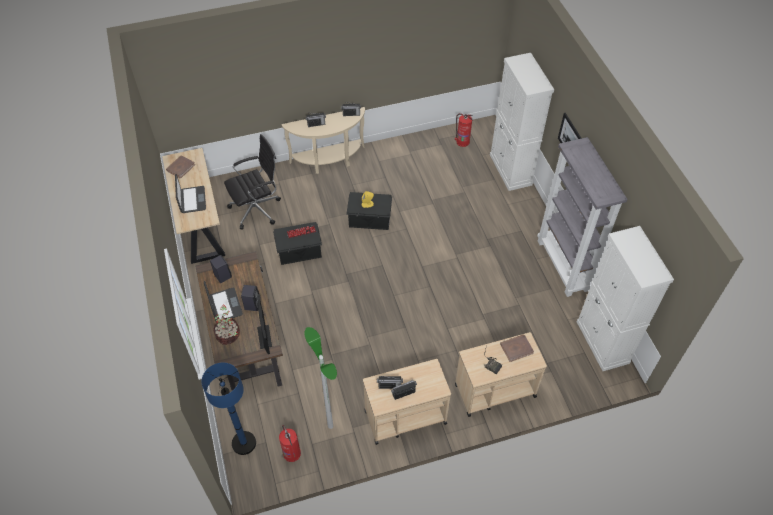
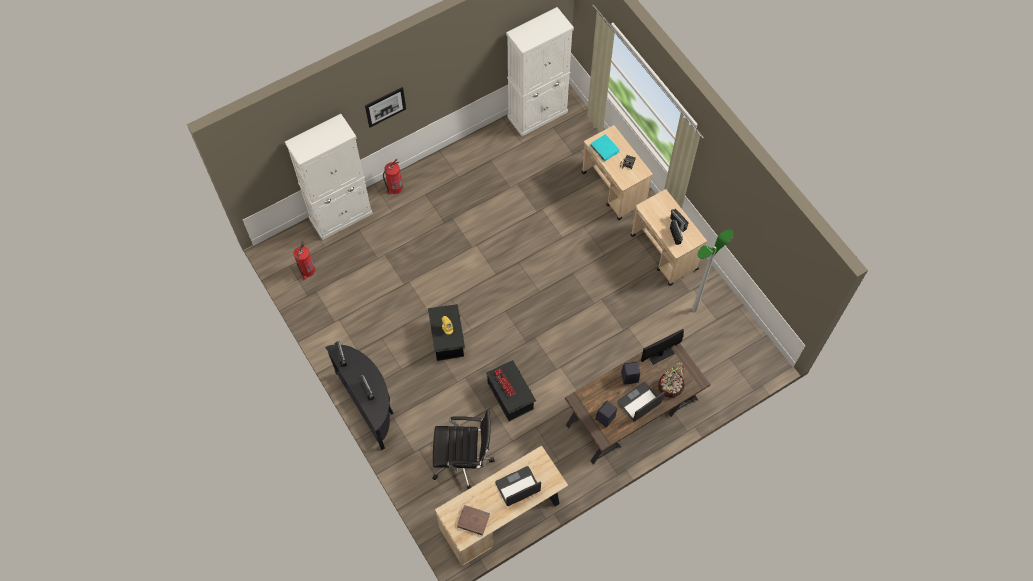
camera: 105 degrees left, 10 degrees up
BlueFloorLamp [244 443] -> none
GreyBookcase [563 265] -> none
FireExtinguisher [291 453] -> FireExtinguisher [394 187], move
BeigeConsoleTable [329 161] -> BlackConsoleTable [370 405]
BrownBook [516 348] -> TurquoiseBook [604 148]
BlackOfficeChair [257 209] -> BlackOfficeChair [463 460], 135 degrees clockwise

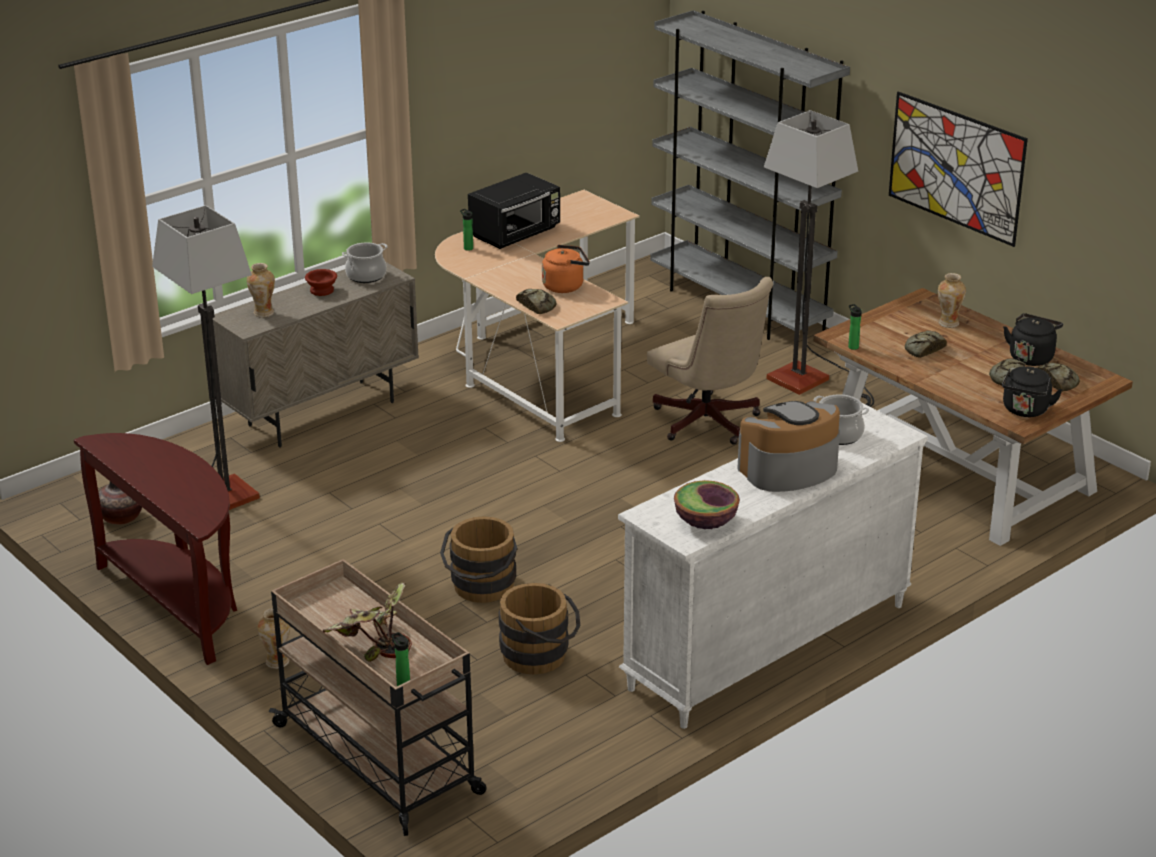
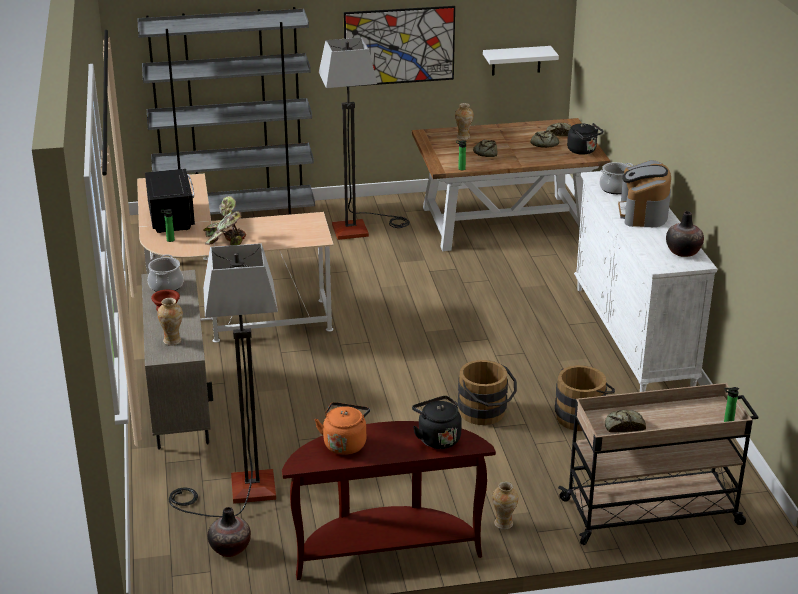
camera: 60 degrees left, 0 degrees up
BeigeOfficeChair [709 424] -> none
none -> WhiteShelf [516 60]
PottedPlant [371 645] -> PottedPlant [224 242], move
Bread [536 305] -> Bread [623 425], move
OrangeKettle [565 286] -> OrangeKettle [345 443], move
BlackKettle [1031 357] -> BlackKettle [437 438], move
Bowl [706 522] -> Vase [683 252]

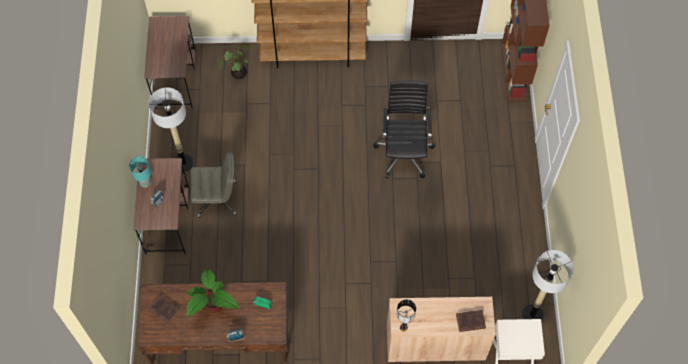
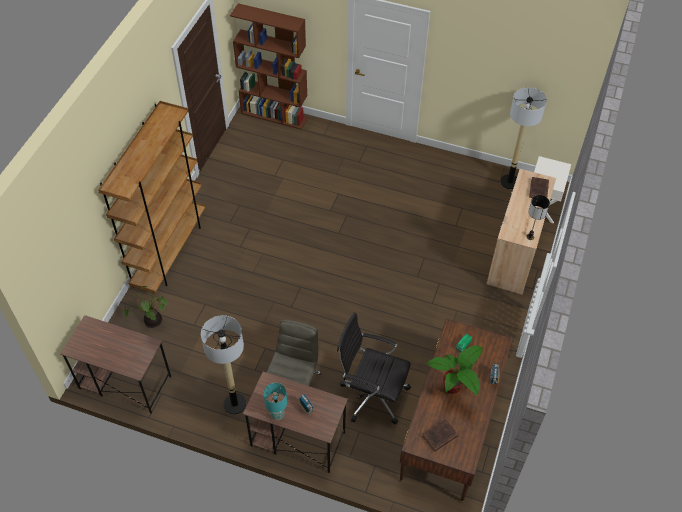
camera: 70 degrees left, 10 degrees down
BlackOfficeChair [404 153] -> BlackOfficeChair [372 394], move

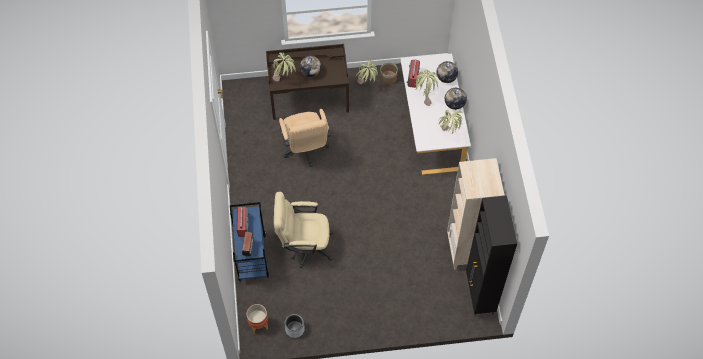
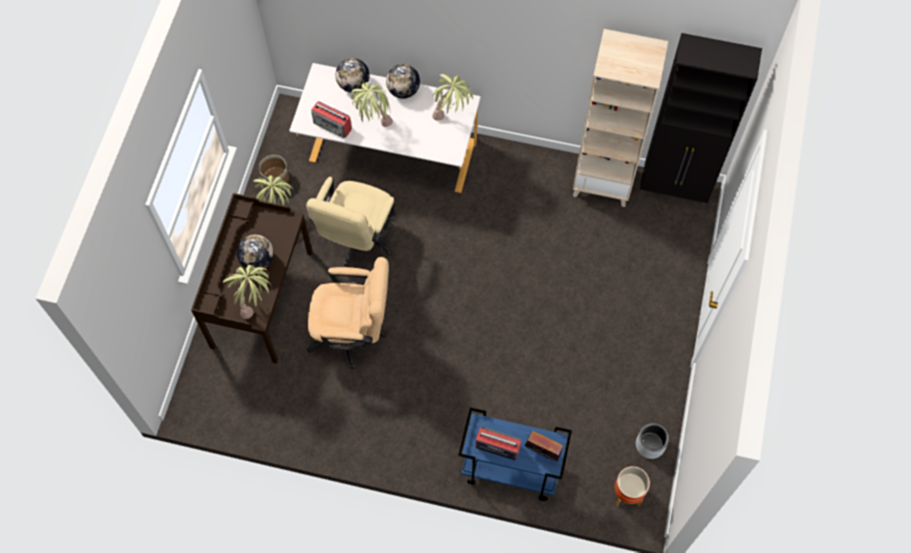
camera: 70 degrees left, 5 degrees up
BeigeOfficeChair [304 246] -> BeigeOfficeChair [358 240], move

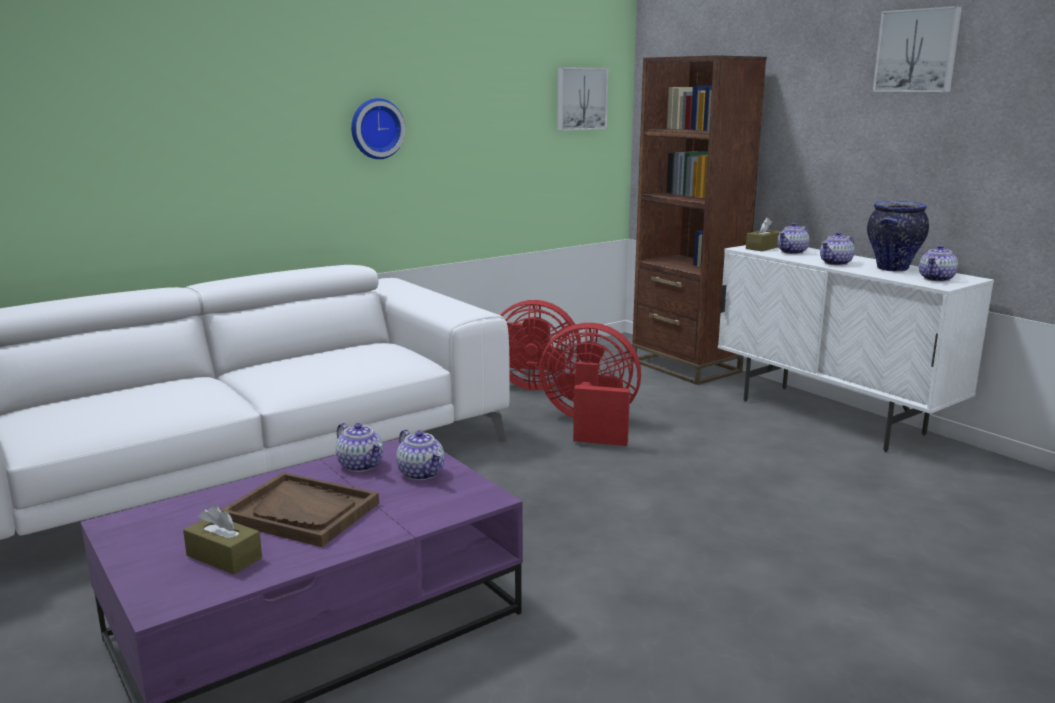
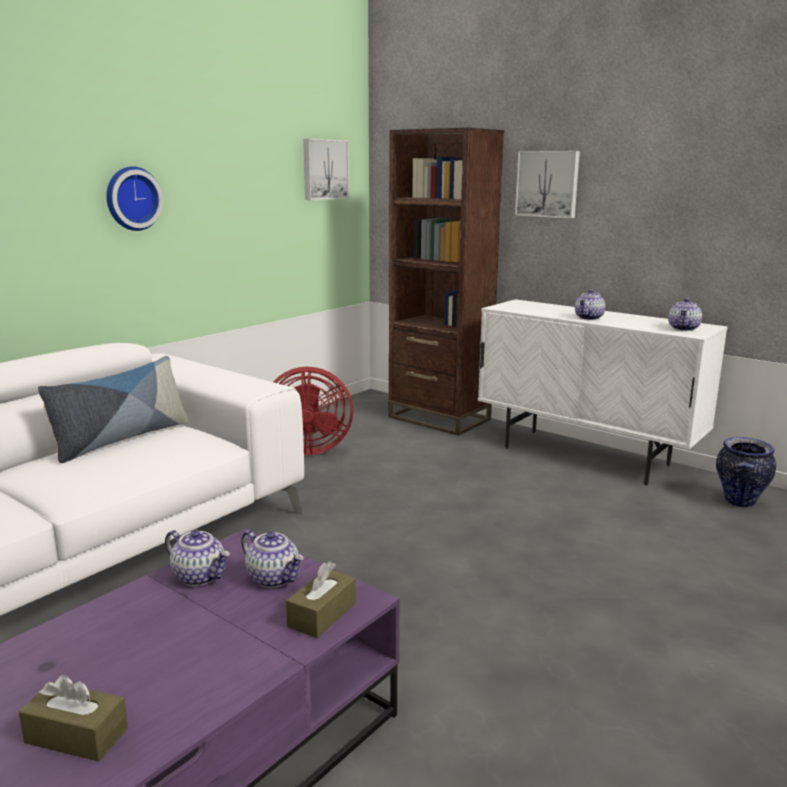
camera: 15 degrees left, 0 degrees up
BrownTray [302 512] -> none
RedFan [590 425] -> none
Teapot [792 252] -> none
none -> Pillow [121 439]
BrownTissueBox [763 247] -> BrownTissueBox [322 615], move
Vase [892 269] -> Vase [739 502], move
Picture [917 51] -> Picture [548 184], move

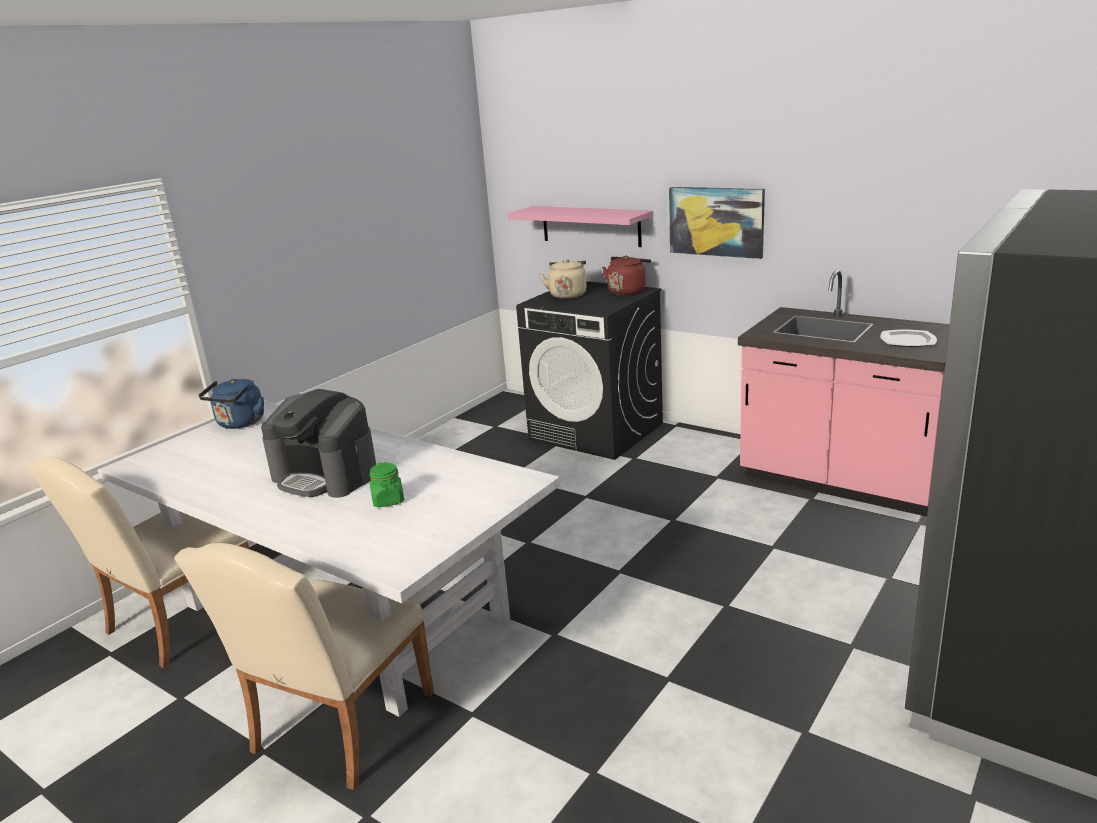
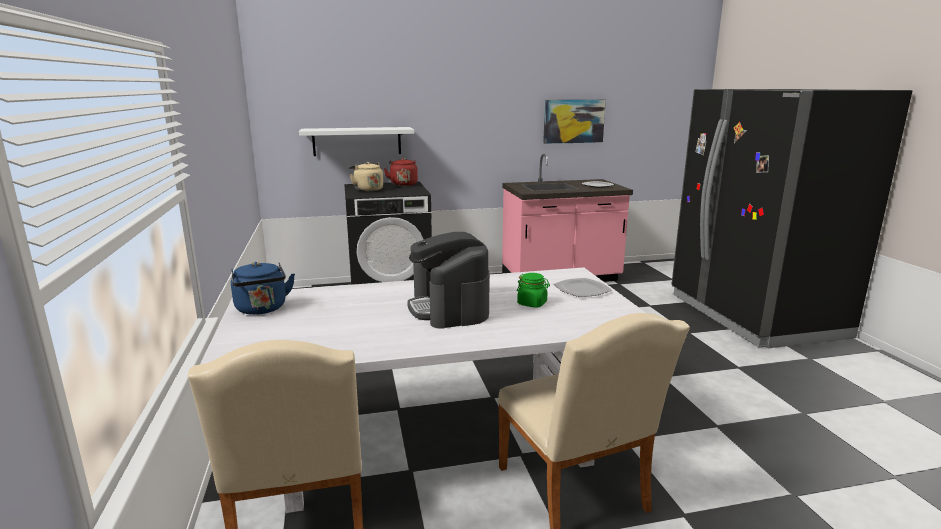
camera: 50 degrees left, 5 degrees down
none -> Plate [582 290]
Picture [716 221] -> Picture [573 121], move
PinkShelf [590 226] -> WhiteShelf [357 141]
CoffeeMachine [326 476] -> CoffeeMachine [449 308], 90 degrees clockwise

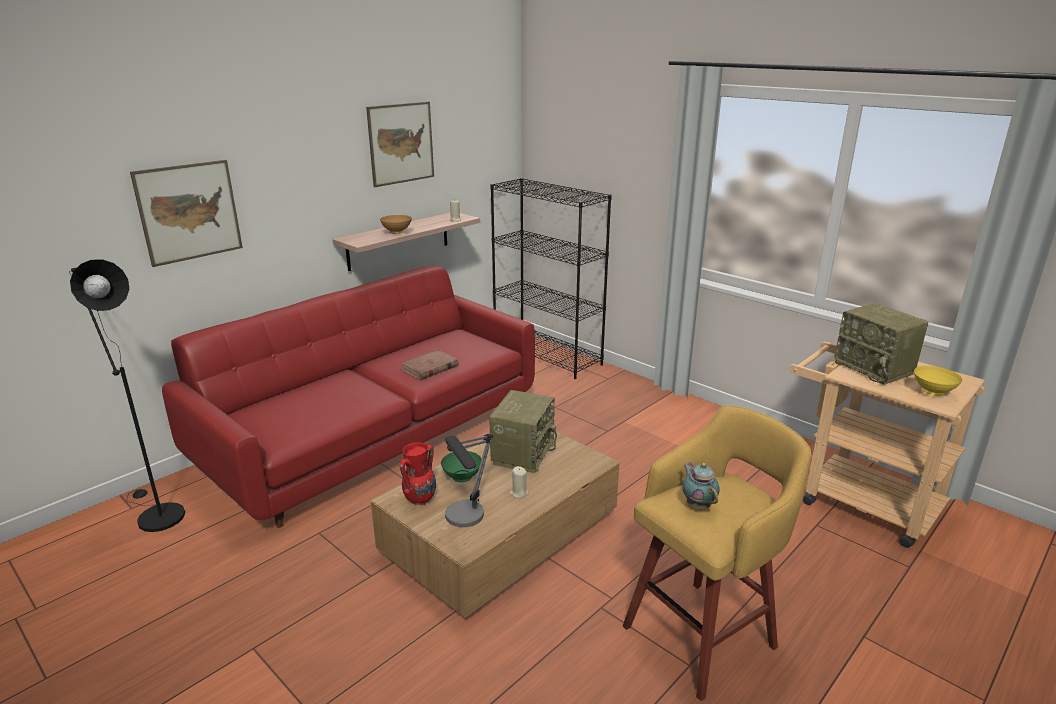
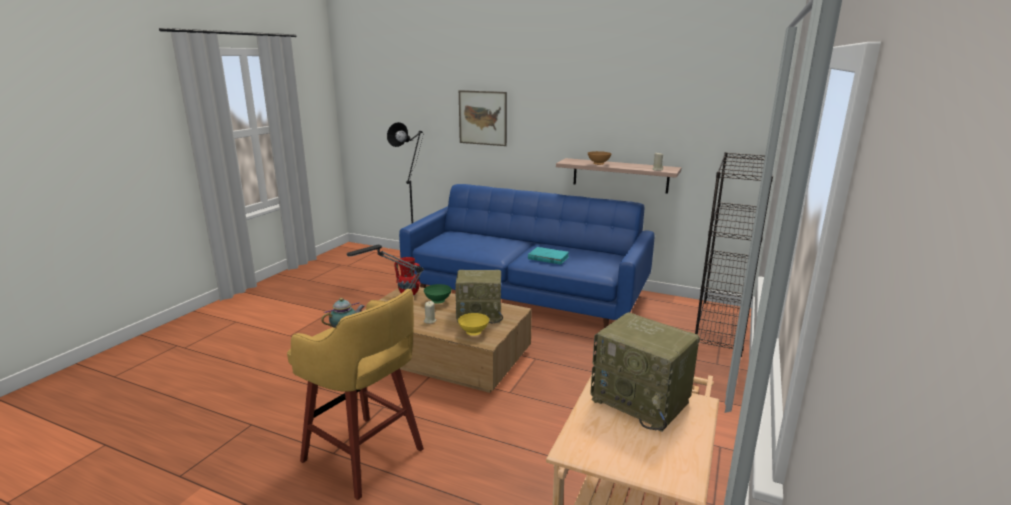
camera: 70 degrees right, 5 degrees down
Picture [401 143] -> none
YellowBowl [932 392] -> YellowBowl [474 333], move
RedSofa [372 435] -> BlueSofa [526 292]
BrownBook [430 368] -> TurquoiseBook [548 258]
Radio [875 368] -> Radio [642 401], 90 degrees counterclockwise

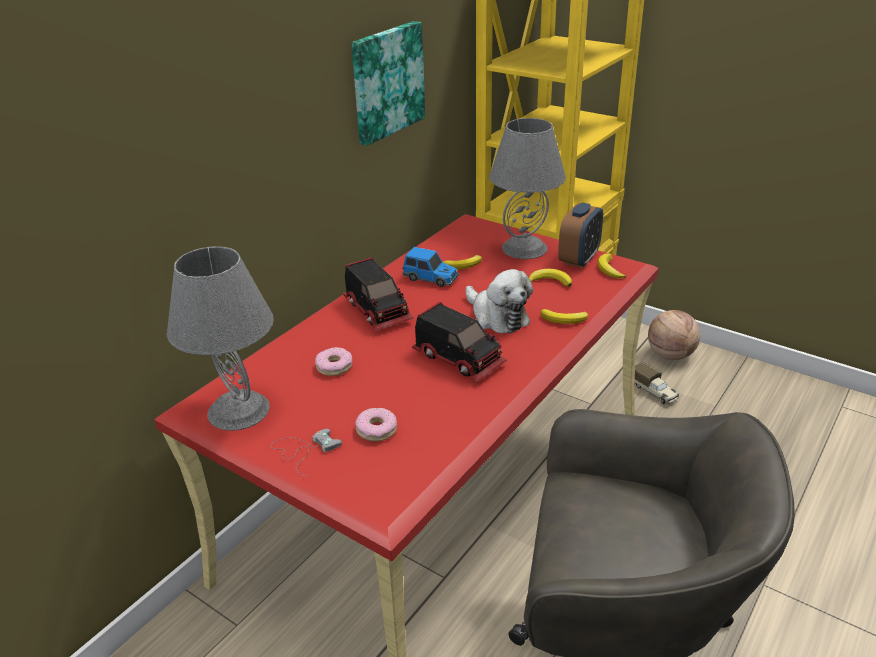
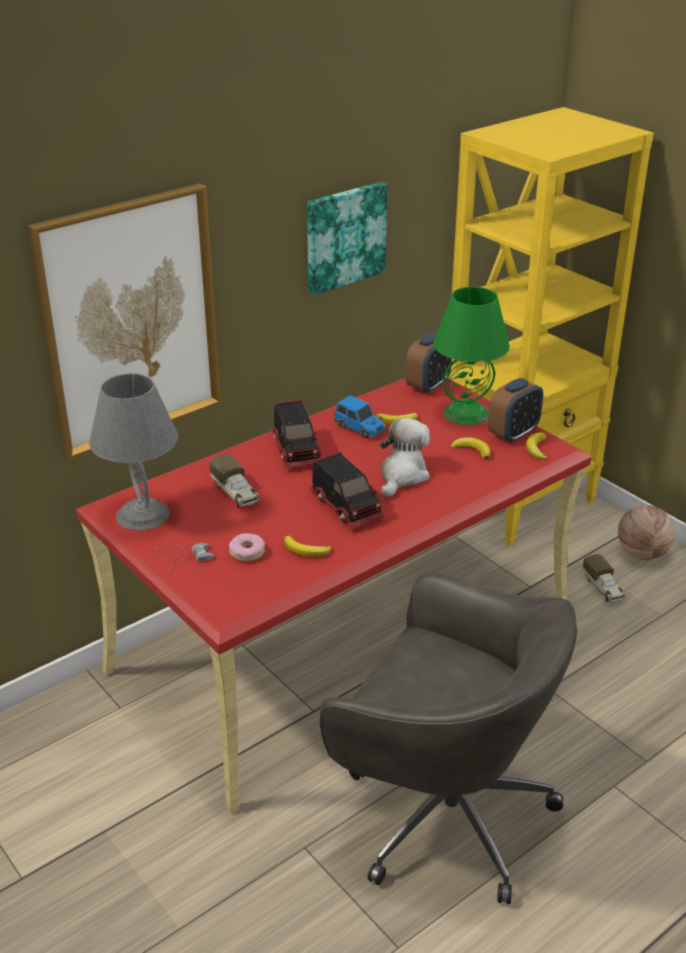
camera: 15 degrees right, 0 degrees up
none -> Picture [130 321]
none -> AlarmClock [428 385]
Banana [565 319] -> Banana [306 550], move
Donut [334 366] -> ToyTruck [236 493]
GreyTableLamp [524 248] -> GreenTableLamp [466 413]
PlushToy [497 316] -> PlushToy [402 475], 135 degrees counterclockwise

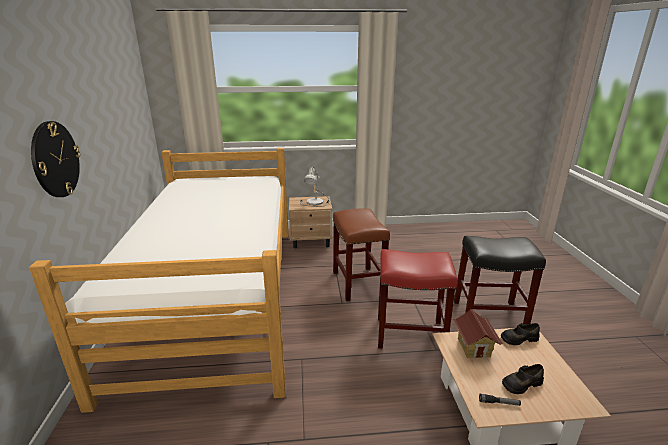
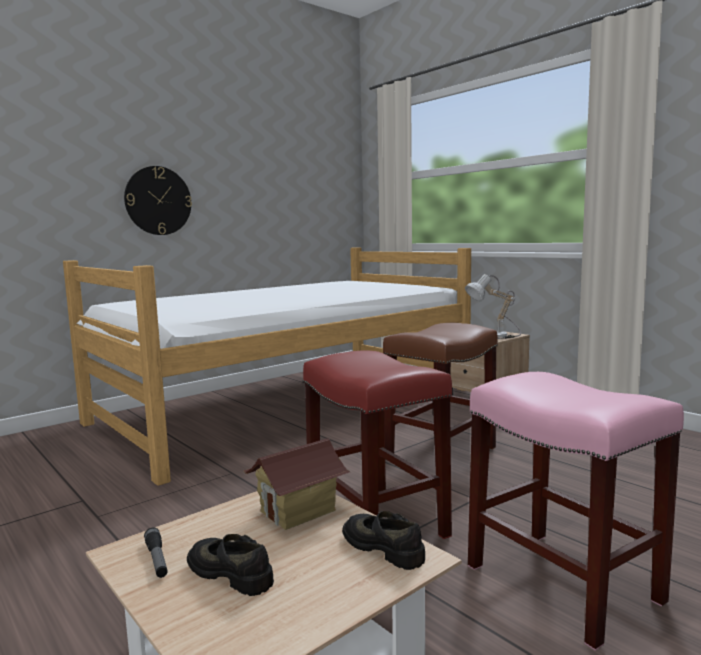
camera: 55 degrees right, 15 degrees down
BlackStool [488 315] -> PinkStool [560 583]

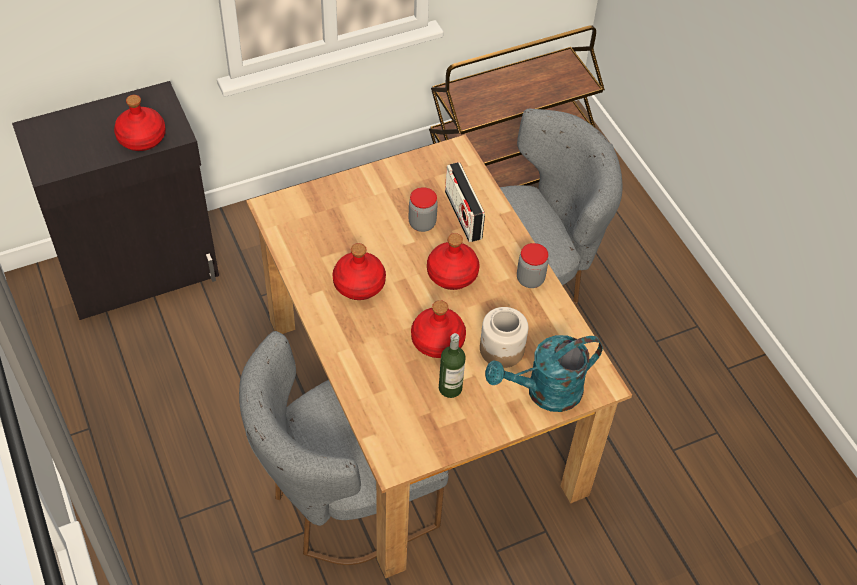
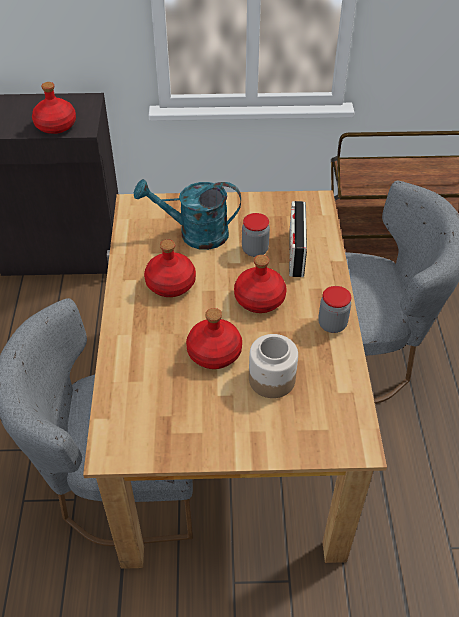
camera: 25 degrees right, 5 degrees down
Bottle [450 388] -> none
TurquoiseWateringCan [544 393] -> TurquoiseWateringCan [194 234], move

